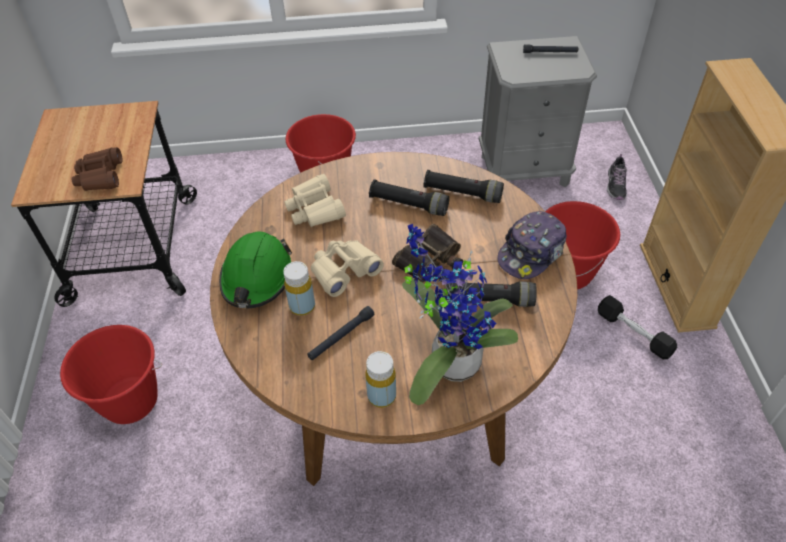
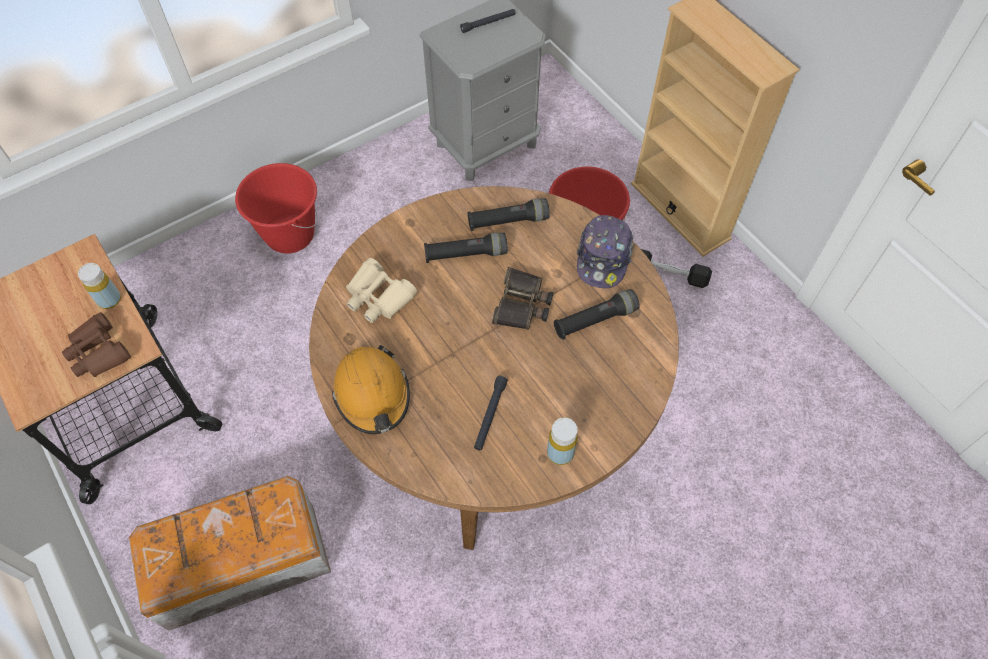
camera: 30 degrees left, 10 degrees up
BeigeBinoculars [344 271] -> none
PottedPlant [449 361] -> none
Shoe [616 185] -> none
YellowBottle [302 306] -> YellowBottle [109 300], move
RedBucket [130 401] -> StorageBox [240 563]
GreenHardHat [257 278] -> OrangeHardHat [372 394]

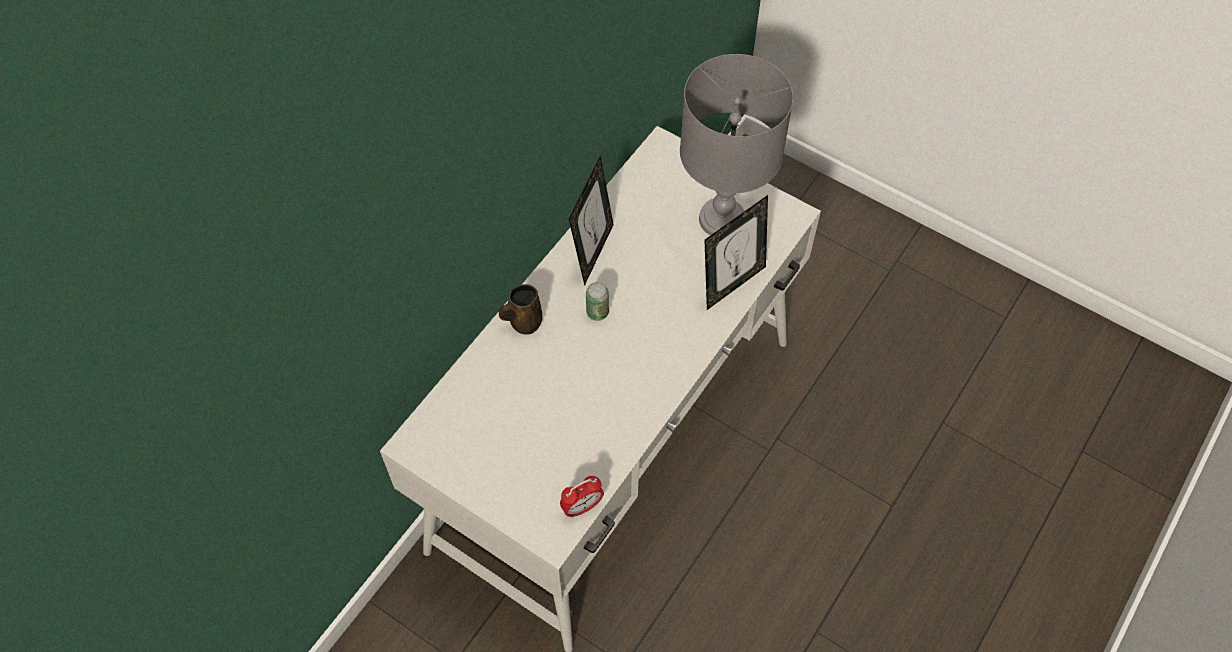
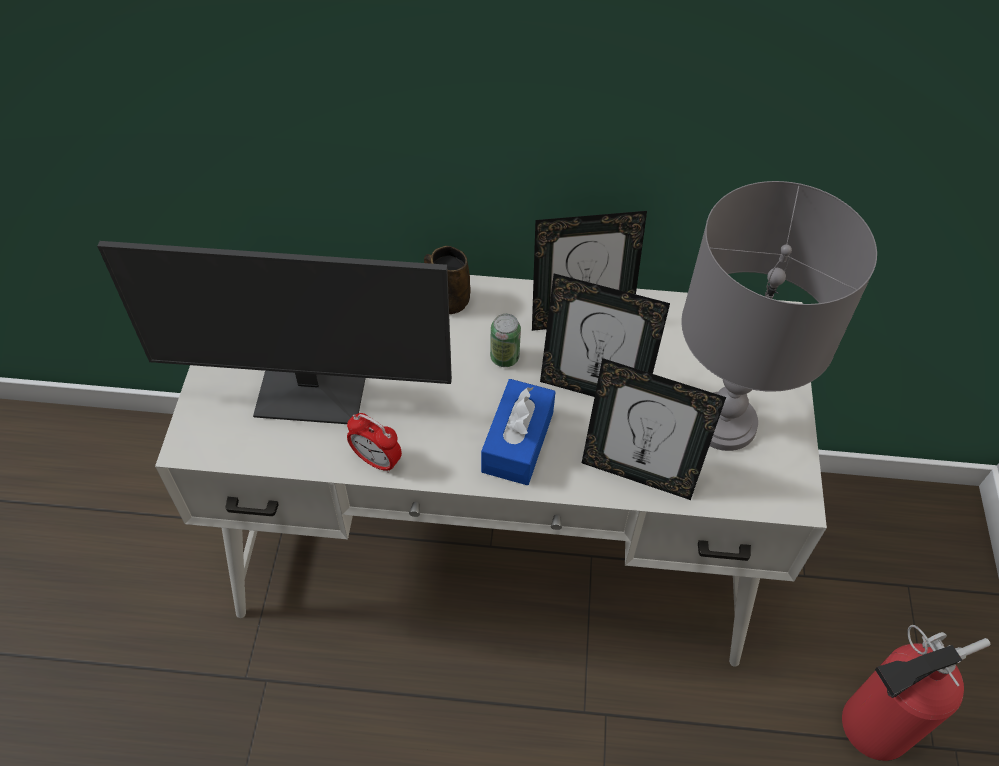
camera: 60 degrees right, 5 degrees down
none -> Monitor [312 390]
none -> BlueTissueBox [518 442]
none -> PictureFrame [593 389]
none -> FireExtinguisher [869 728]
AlarmClock [582 507] -> AlarmClock [376 460], move

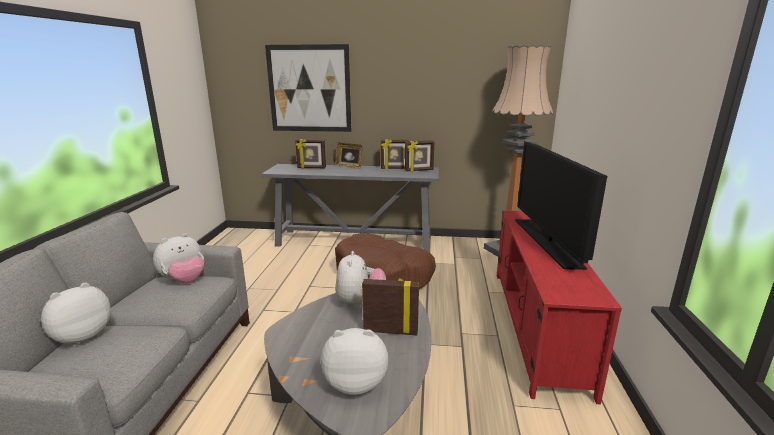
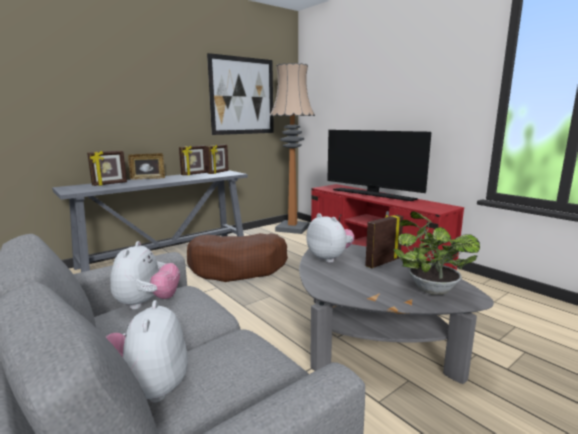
camera: 45 degrees left, 5 degrees down
Picture [309 89] -> Picture [242 96], move
PlushToy [356 382] -> PottedPlant [429 288]

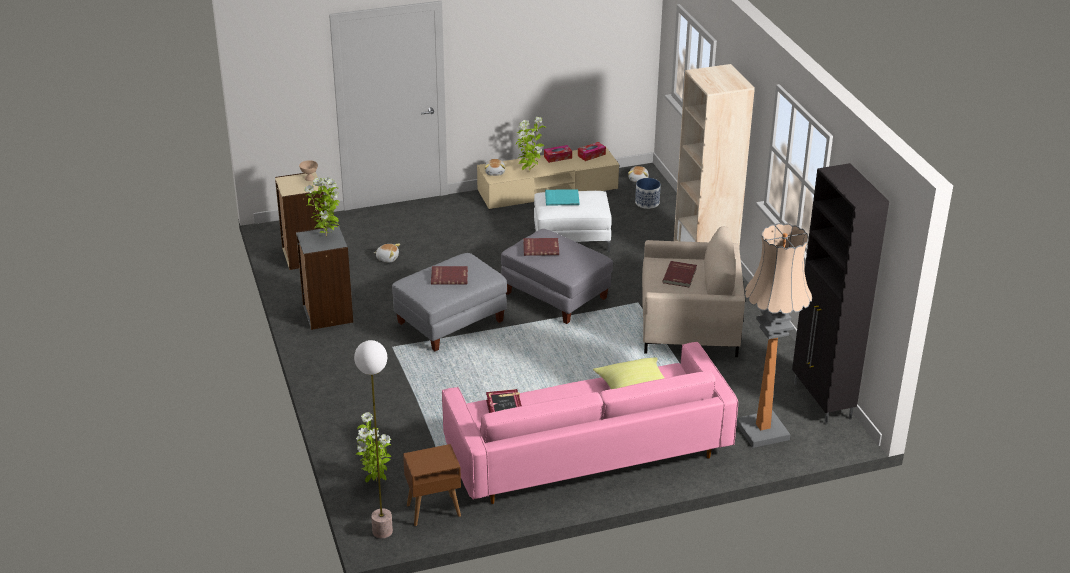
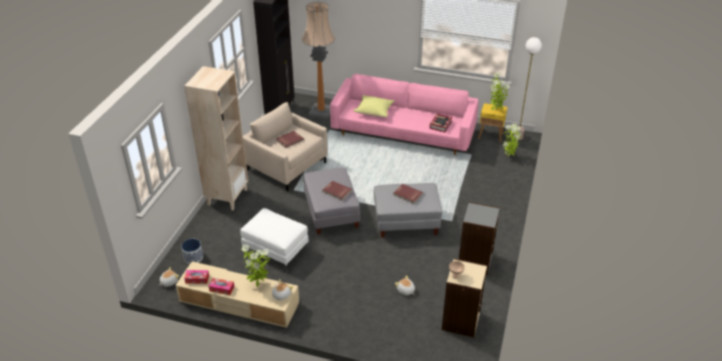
camera: 145 degrees left, 5 degrees up
TurquoiseBook [562 198] -> none
PottedPlant [327 236] -> PottedPlant [495 110], move
BrownSideTable [433 511] -> YellowSideTable [491 136]

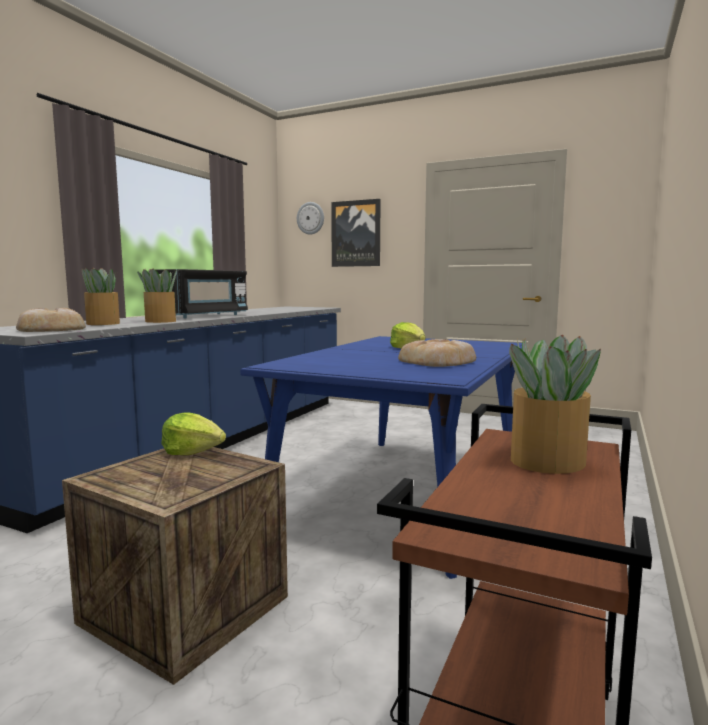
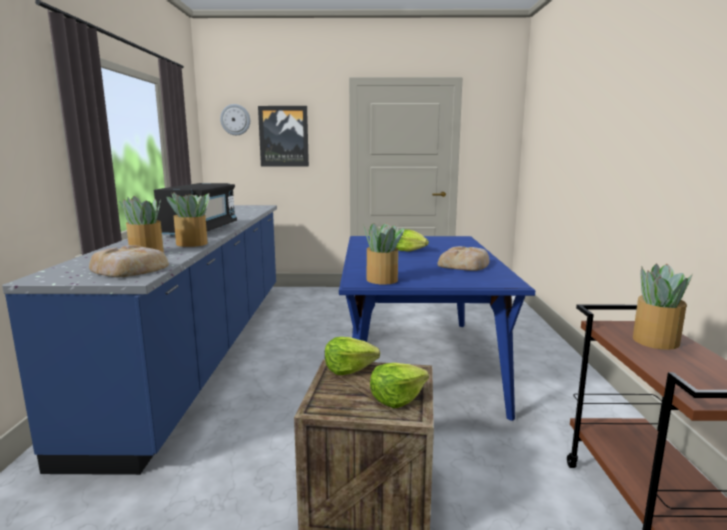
camera: 25 degrees left, 5 degrees up
none -> PottedPlant [381 279]
none -> Lettuce [397 398]

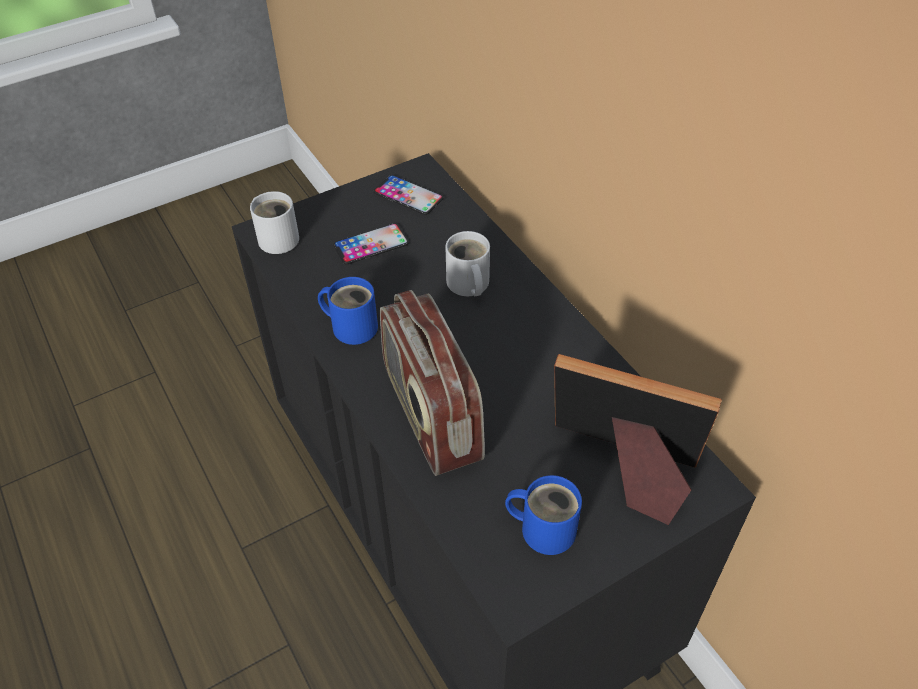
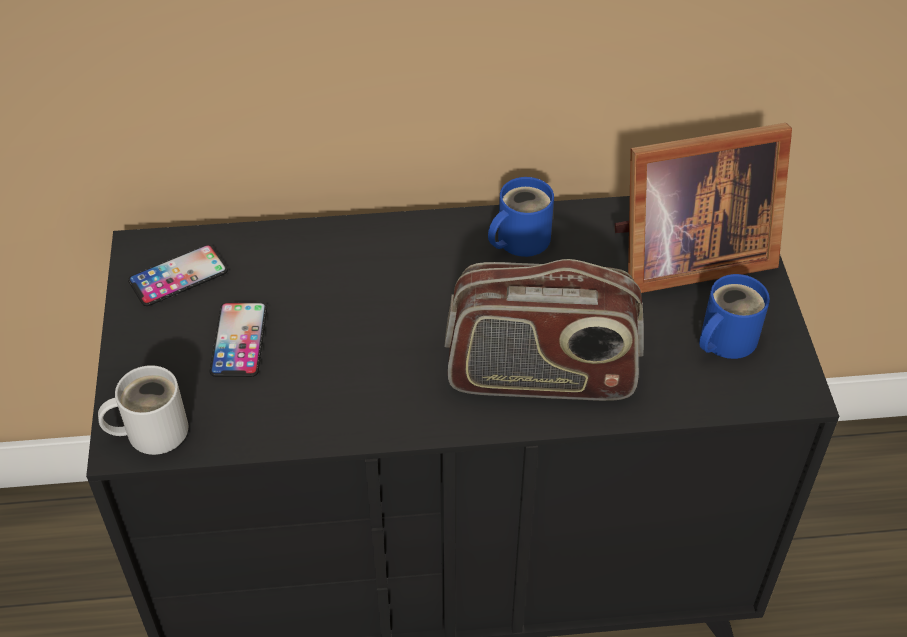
camera: 65 degrees left, 0 degrees up
WhiteMug [467 285] -> none
BlueMug [352 325] -> BlueMug [518 239], move
PictureFrame [624 468] -> PictureFrame [684 256], 150 degrees counterclockwise

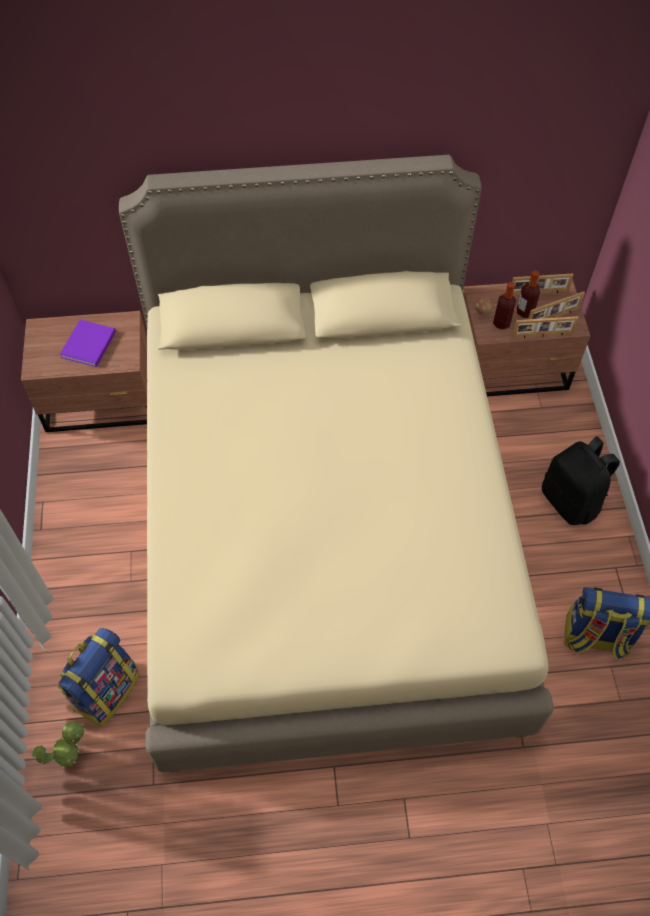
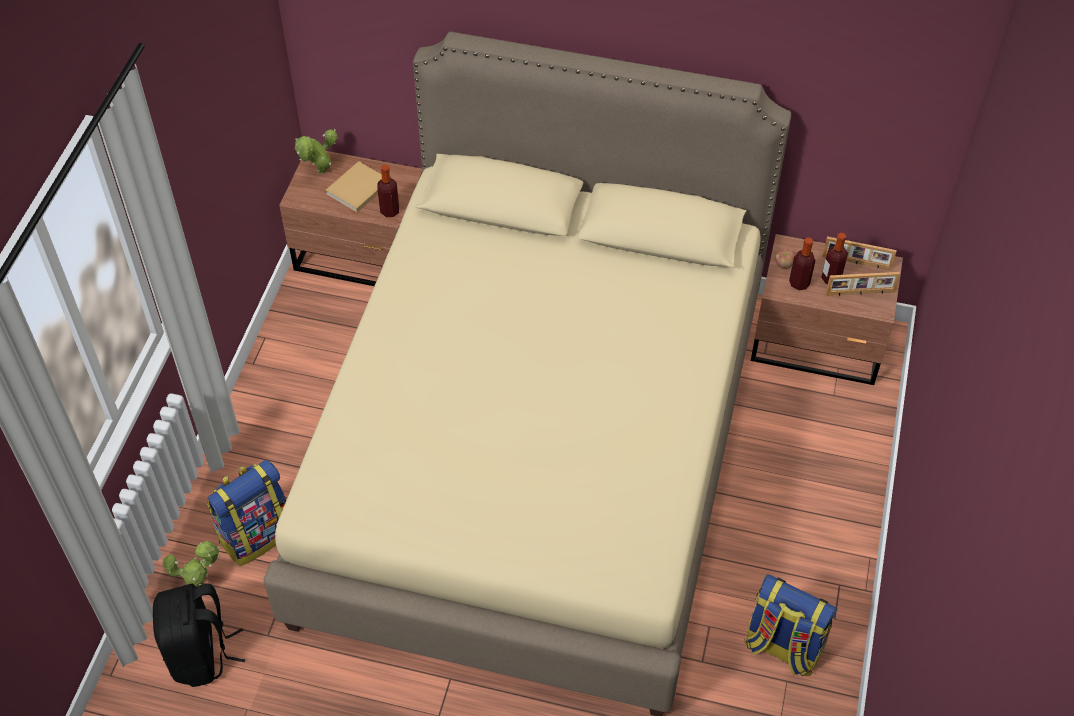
camera: 20 degrees right, 5 degrees down
PictureFrame [542 336] -> none
none -> PottedPlant [320 173]
none -> Bottle [389 211]
BlackBackpack [571 501] -> BlackBackpack [201 654], move
PurpleBook [88 346] -> BeigeBook [357 189]

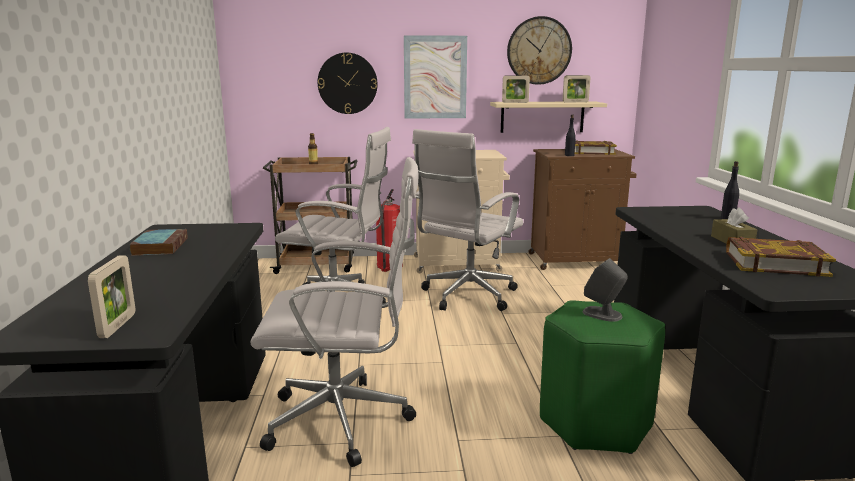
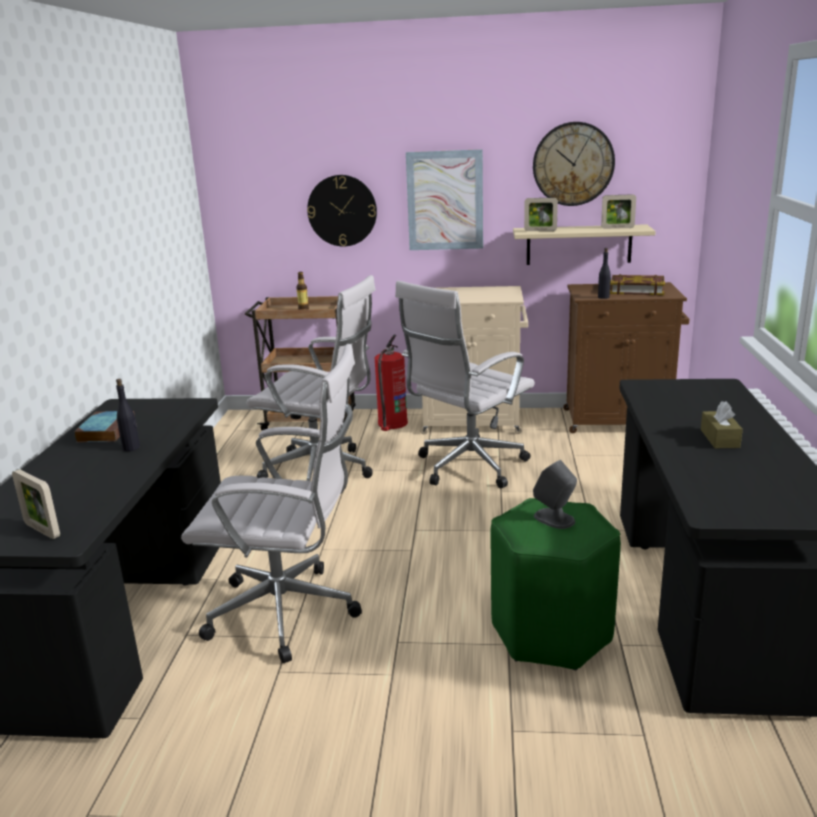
camera: 10 degrees right, 5 degrees up
Book [775 263] -> none
BlackBottle [728 219] -> BlackBottle [131 448], move
PictureFrame [118 326] -> PictureFrame [42 530], 120 degrees clockwise

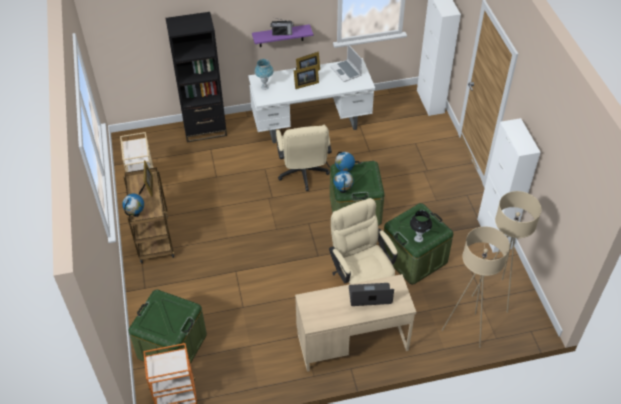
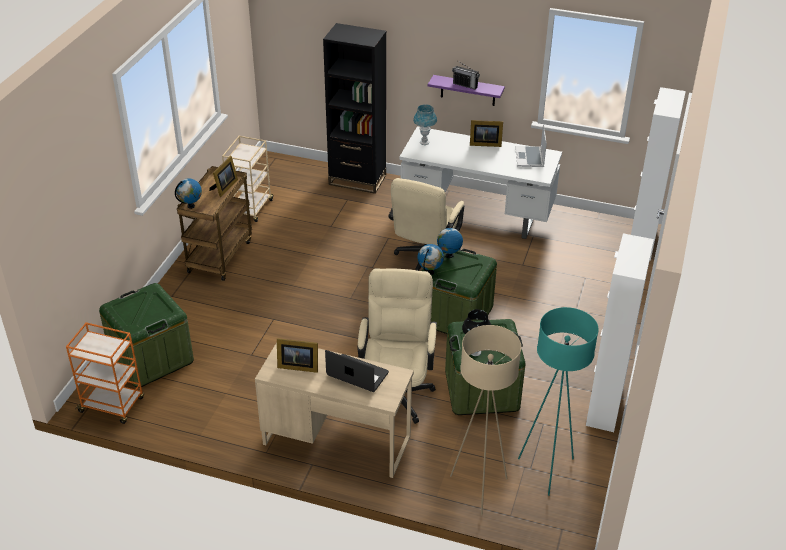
camera: 30 degrees right, 10 degrees down
PictureFrame [305 84] -> PictureFrame [297 366], move
BeigeFloorLamp [494 295] -> TurquoiseFloorLamp [547 470]

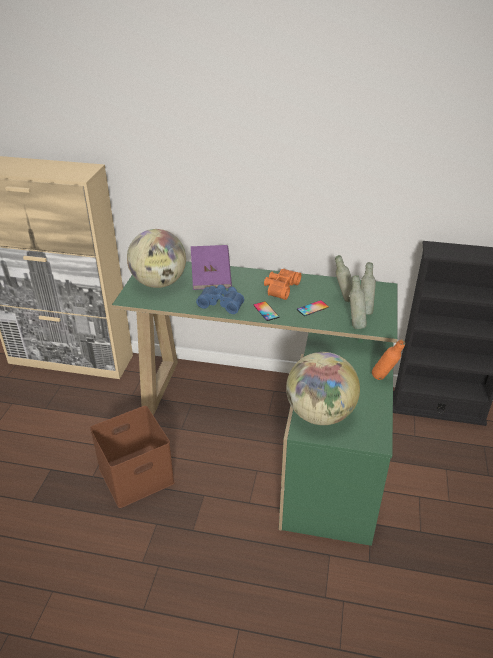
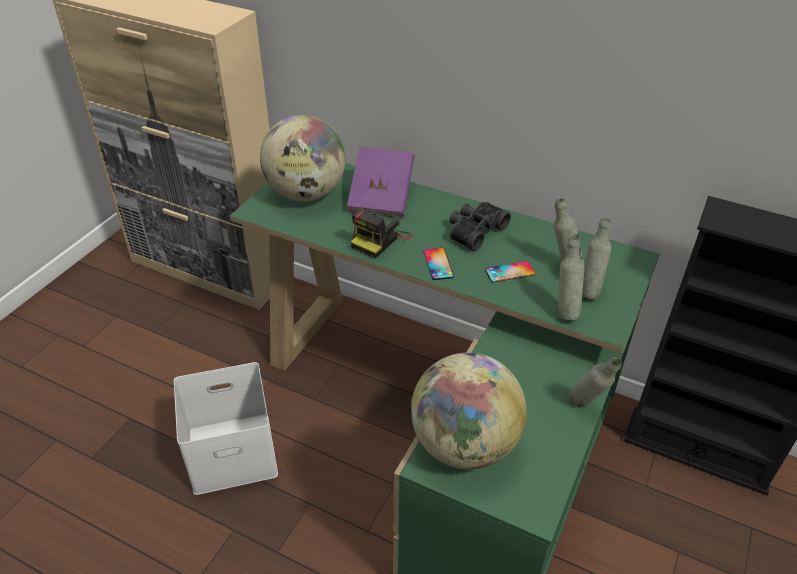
camera: 15 degrees right, 5 degrees up
BlueBinoculars [222 303] -> PhotoCamera [380 240]
BrownStorageBox [137 473] -> WhiteStorageBox [234 450]
OrangeBinoculars [280 288] -> BlackBinoculars [474 230]
OrangeBottle [384 379] -> GreyBottle [586 408]

